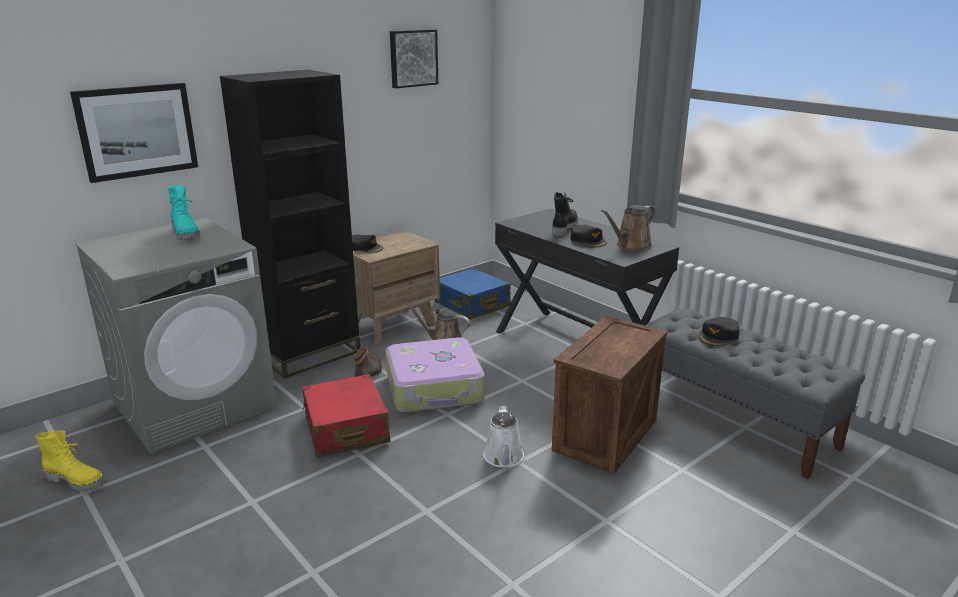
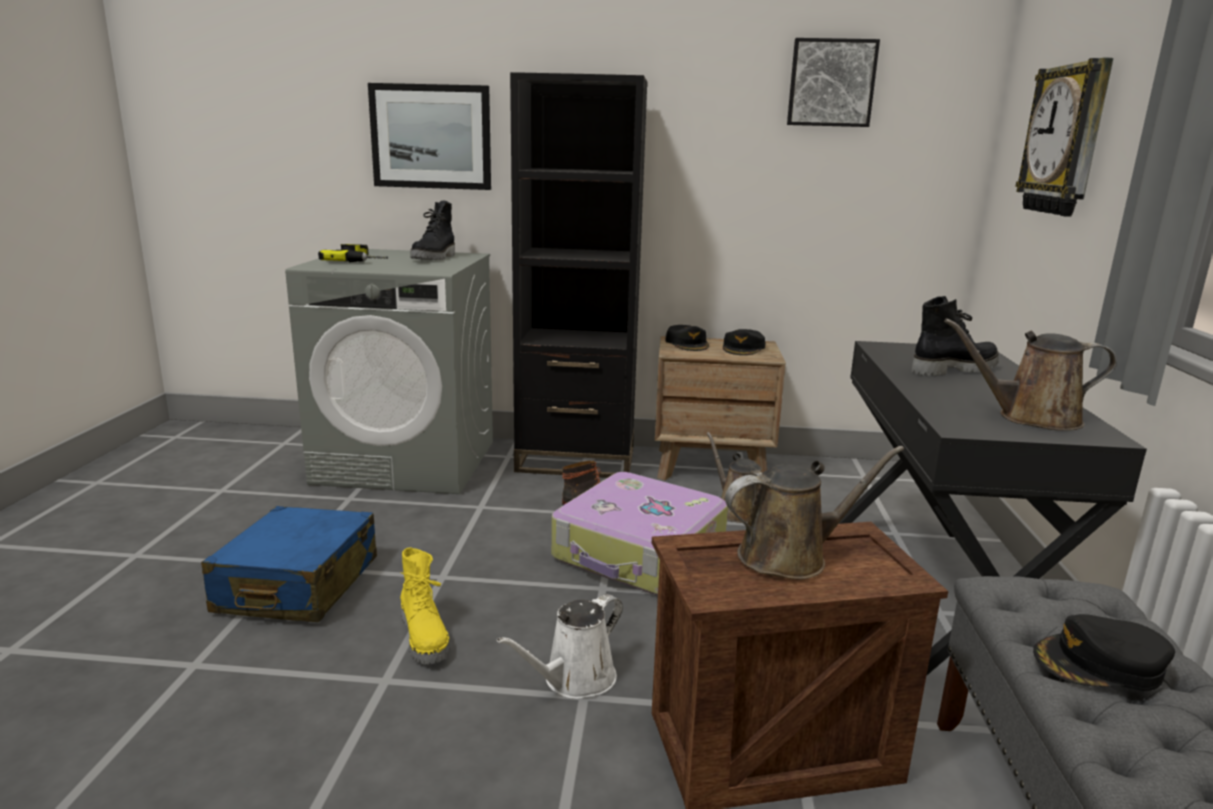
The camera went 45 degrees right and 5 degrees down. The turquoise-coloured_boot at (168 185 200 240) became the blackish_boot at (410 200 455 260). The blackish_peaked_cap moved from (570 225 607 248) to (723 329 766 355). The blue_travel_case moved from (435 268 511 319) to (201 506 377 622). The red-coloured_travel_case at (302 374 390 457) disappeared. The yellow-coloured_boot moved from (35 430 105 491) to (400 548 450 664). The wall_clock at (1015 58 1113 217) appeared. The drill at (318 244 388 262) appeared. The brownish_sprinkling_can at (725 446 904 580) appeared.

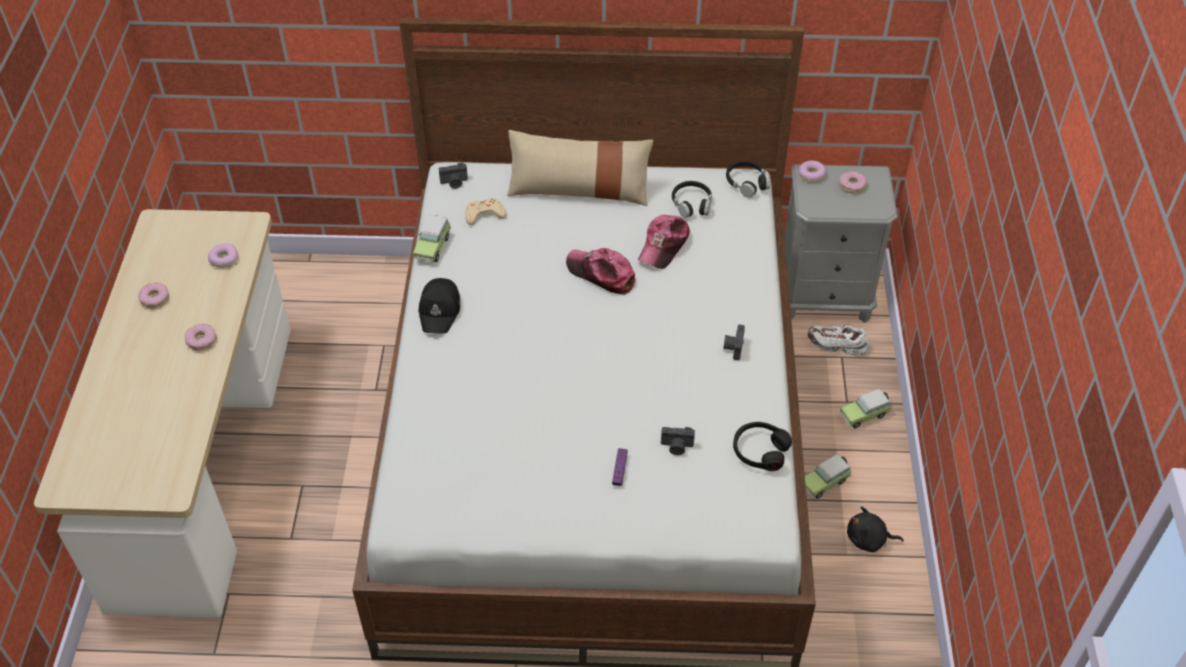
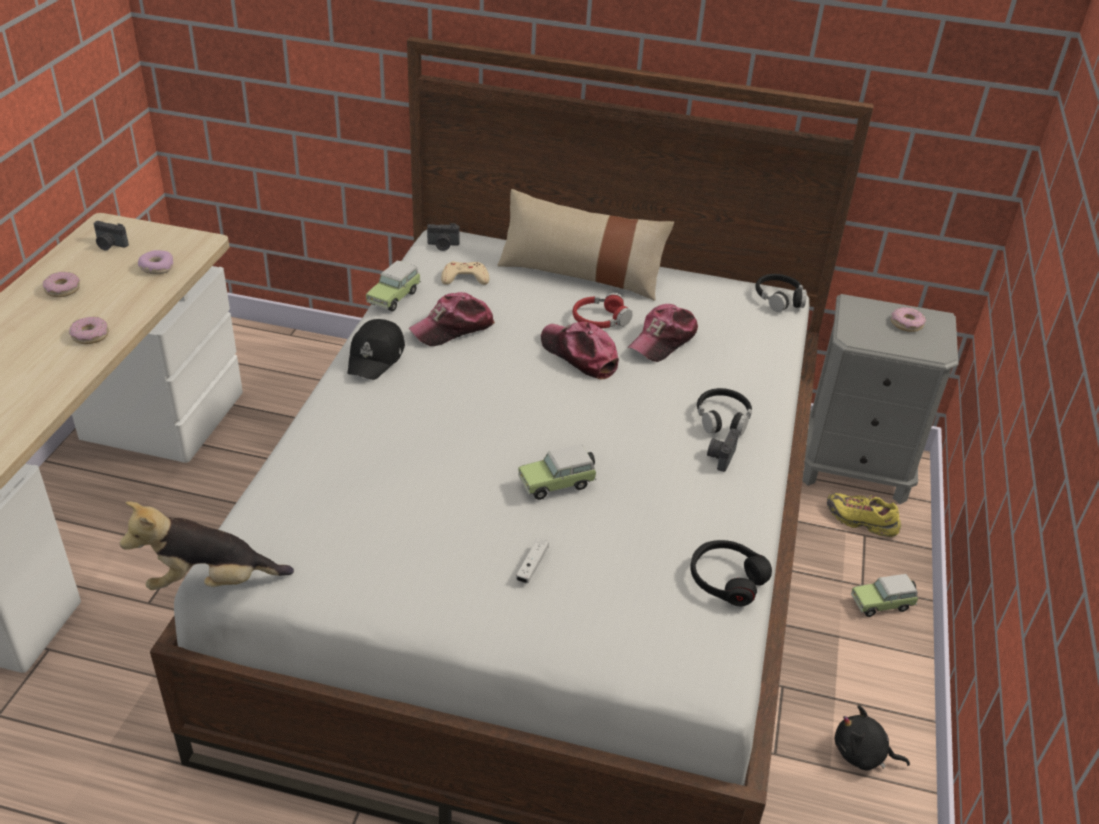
The camera went 10 degrees right and 10 degrees down. The ring_doughnut at (799 161 826 182) disappeared. The blackish_headphones moved from (672 181 712 218) to (697 388 752 436). The white_shoe at (808 325 869 355) became the yellow-coloured_shoe at (827 493 901 537). The photo_camera moved from (661 427 695 455) to (93 221 129 250). The purple-coloured_game_controller at (612 448 628 486) became the white_game_controller at (516 538 549 583). The toy_car moved from (805 454 851 499) to (518 444 596 500). The peaked_cap at (408 292 495 346) appeared. The red-coloured_headphones at (572 293 633 329) appeared. The plush_toy at (120 501 294 590) appeared.

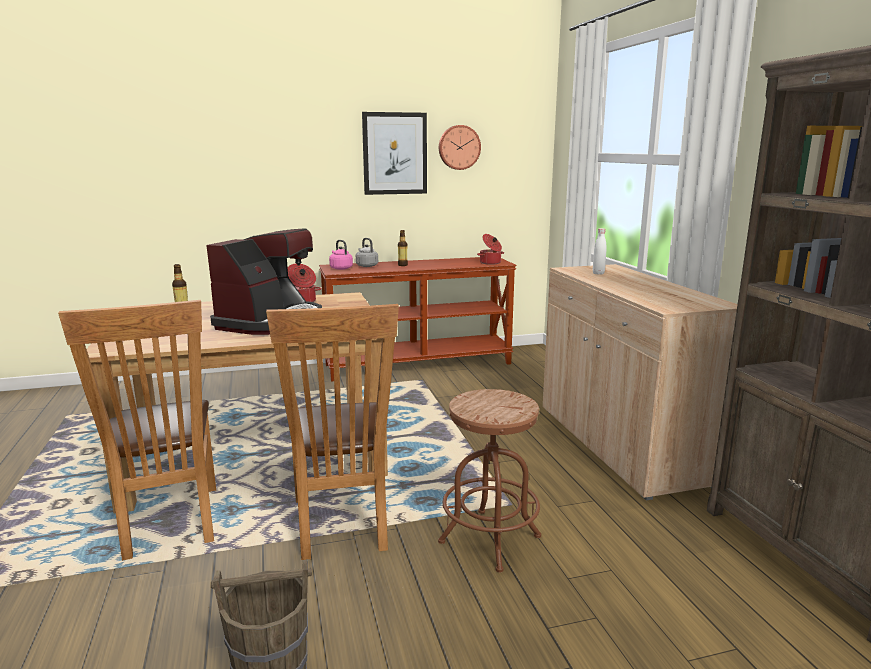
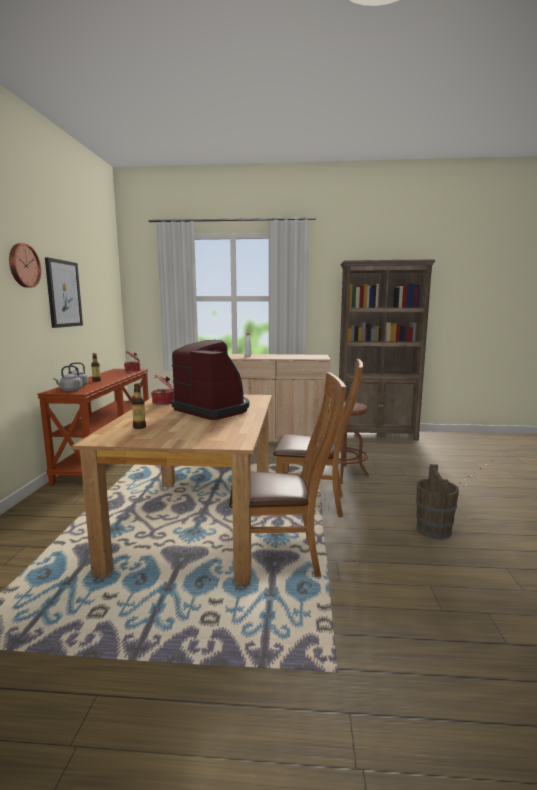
The camera went 70 degrees left and 5 degrees down. The wall_clock moved from (439 125 481 170) to (9 243 41 288). The pink-coloured_kettle at (329 240 353 270) became the greyish_kettle at (53 366 82 391).

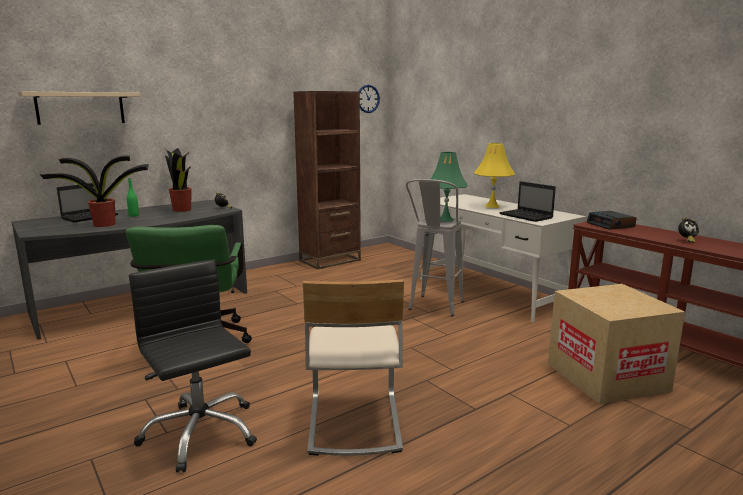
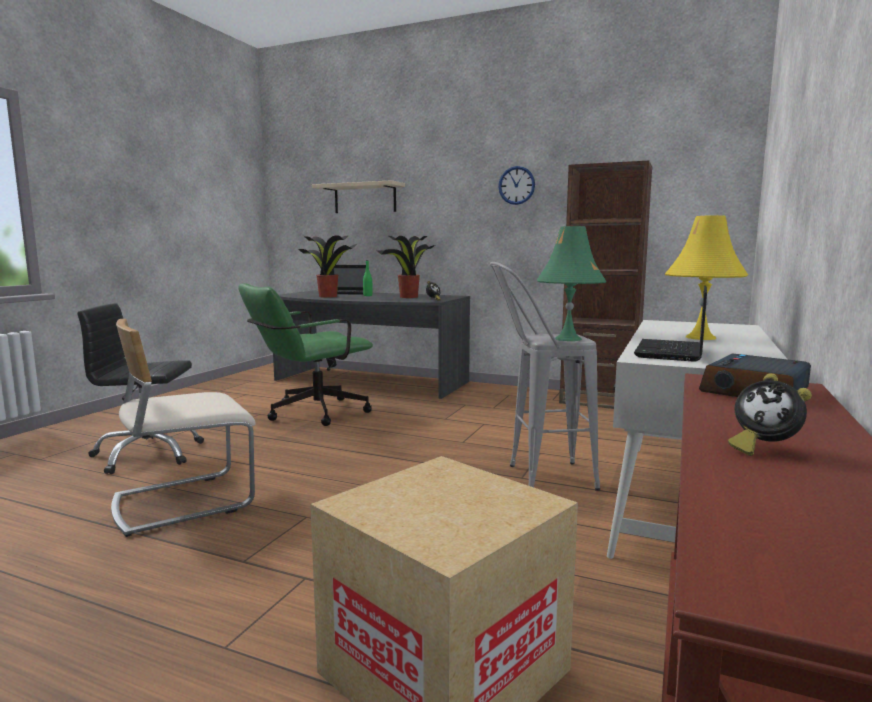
The camera went 60 degrees right and 5 degrees down. The wall_clock moved from (359 85 380 113) to (498 166 535 205). The blackish_desk_chair at (129 260 257 472) turned 120 degrees counterclockwise.

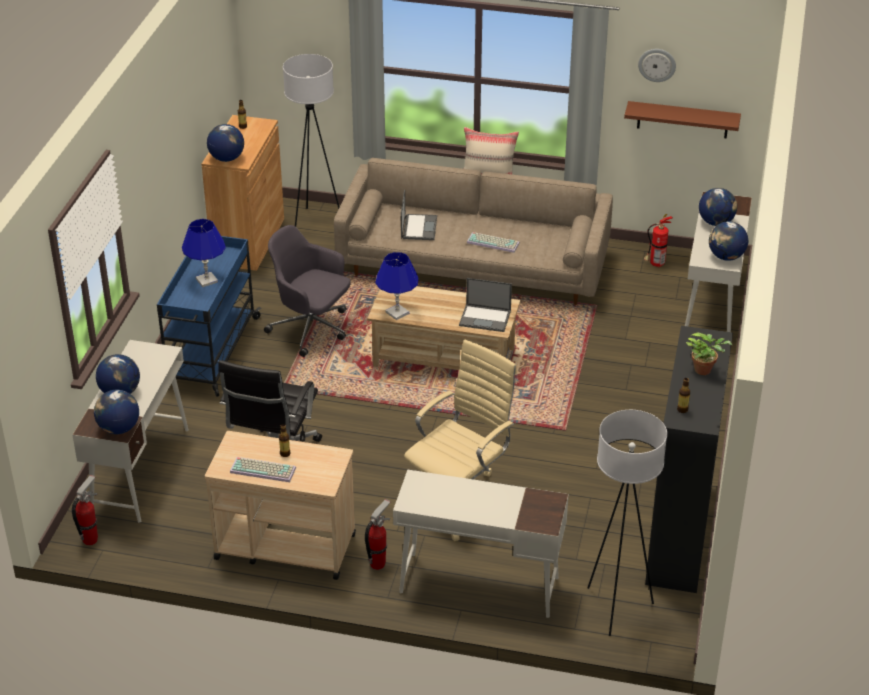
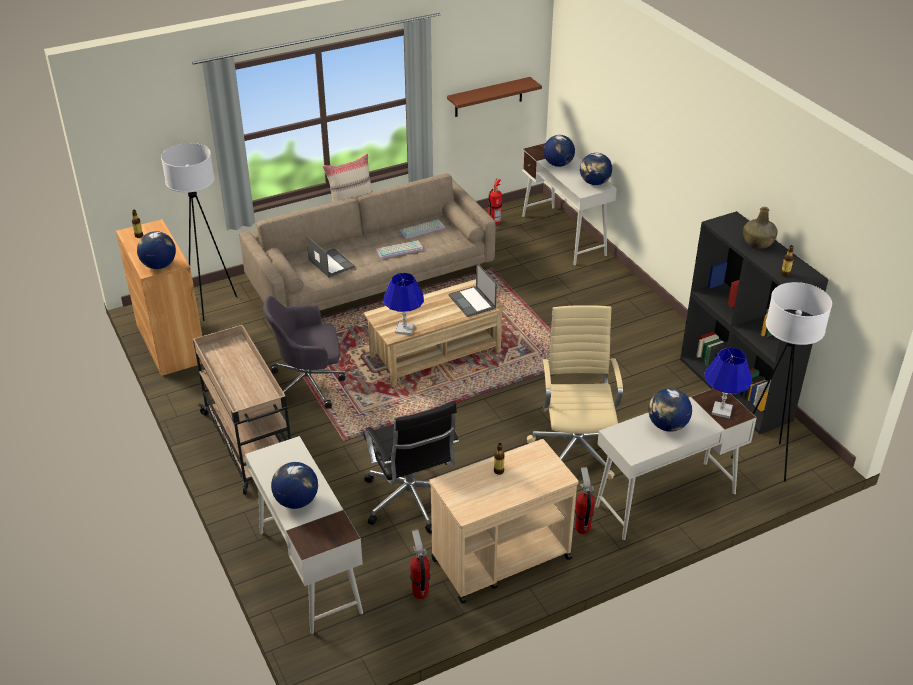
The camera went 40 degrees left and 0 degrees up. The wall_clock at (638 49 676 82) disappeared. The blue_tabletop_lamp moved from (182 219 226 287) to (704 348 752 419). The blue_trolley at (157 236 262 397) became the beige_trolley at (193 325 291 495). The portable_computer at (459 278 512 332) turned 90 degrees clockwise. The potted_plant at (686 332 732 375) was replaced by the green_bottle at (743 207 778 249). The desk_globe moved from (94 390 139 434) to (648 388 692 432). The keyboard moved from (230 457 296 482) to (399 219 445 239). The fire_extinguisher moved from (72 475 98 545) to (410 529 430 599).

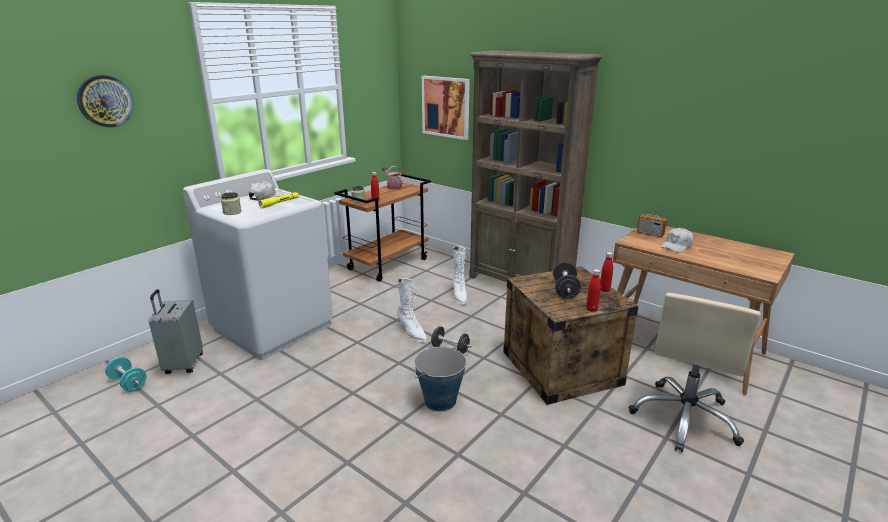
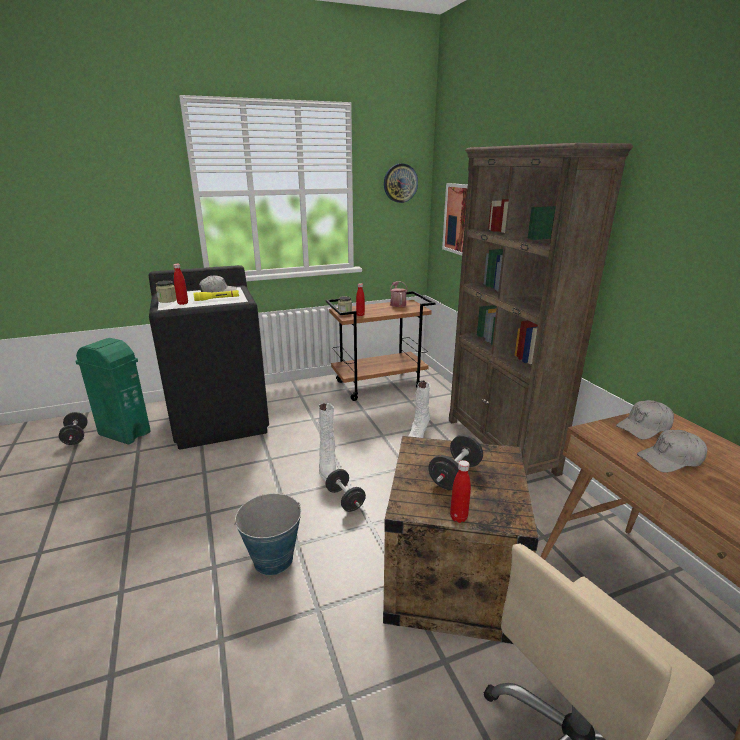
The camera went 30 degrees right and 0 degrees up. The wall_clock moved from (77 75 134 128) to (384 164 418 203). The white_washing_machine at (183 169 333 360) became the blackish_washing_machine at (149 265 269 450). The radio at (637 201 667 237) was replaced by the white_peaked_cap at (616 400 674 440). The red-coloured_bottle moved from (600 252 613 292) to (173 264 188 305). The greyish_travel_case at (149 289 203 374) was replaced by the green_waste_bin at (75 338 151 444). The turquoise-coloured_dumbbell at (105 357 146 392) became the blackish_dumbbell at (59 412 88 445).

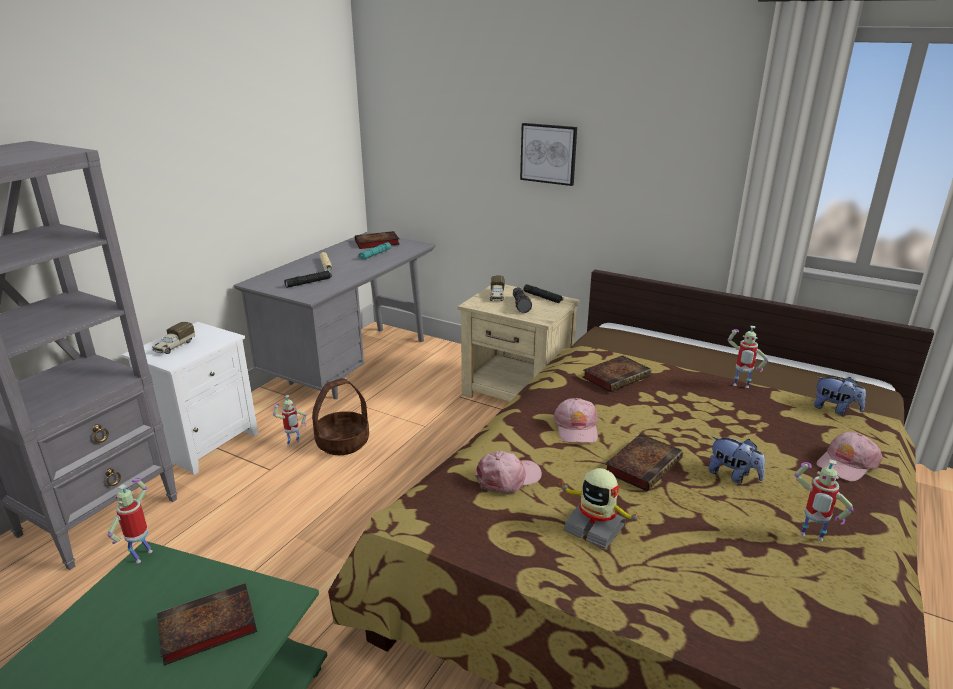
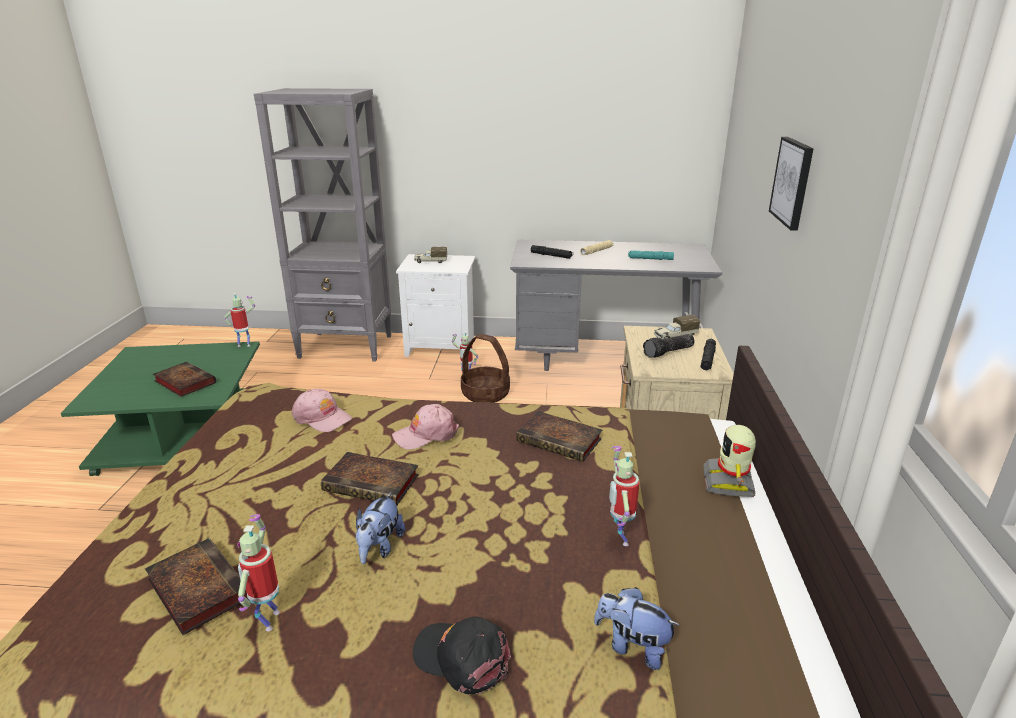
The camera went 65 degrees right and 0 degrees up. The volume moved from (355 231 400 249) to (145 538 249 635). The plush_toy at (814 377 866 415) turned 105 degrees clockwise. The pink-coloured_peaked_cap at (817 432 883 481) became the blackish_peaked_cap at (413 616 512 695). The model_robot moved from (559 468 642 549) to (703 425 756 497).

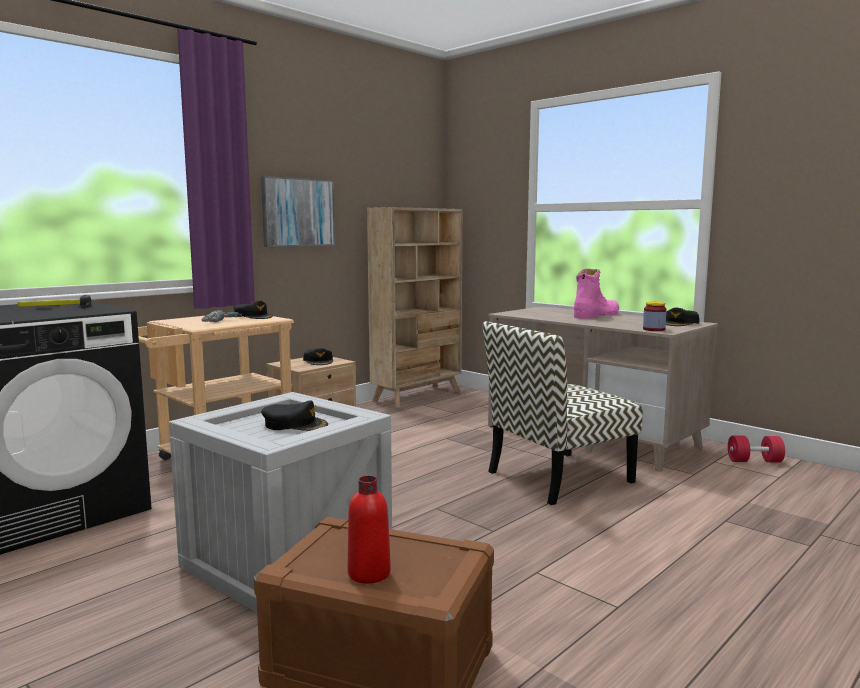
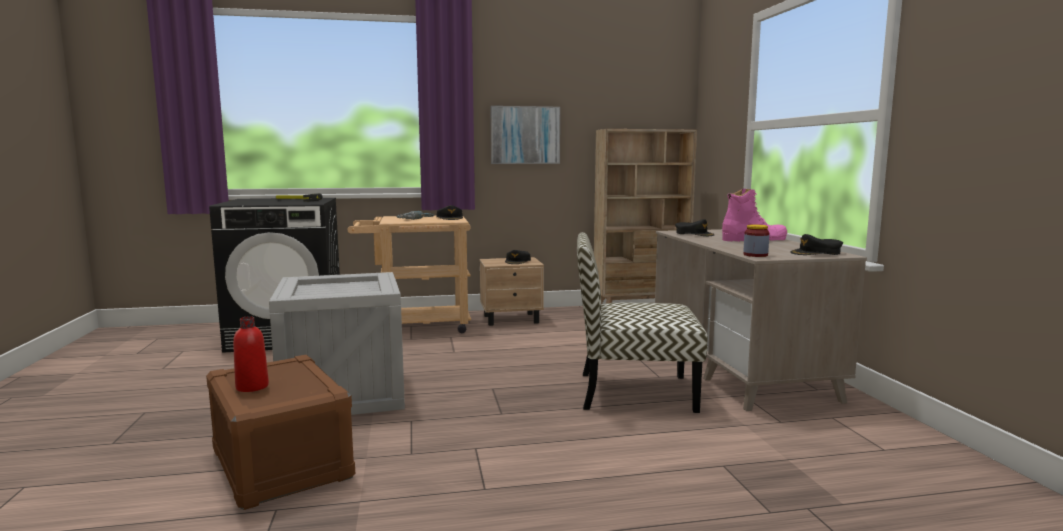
The camera went 35 degrees right and 0 degrees up. The blackish_peaked_cap moved from (261 400 328 431) to (675 219 714 236). The red-coloured_dumbbell at (728 435 785 462) disappeared.

